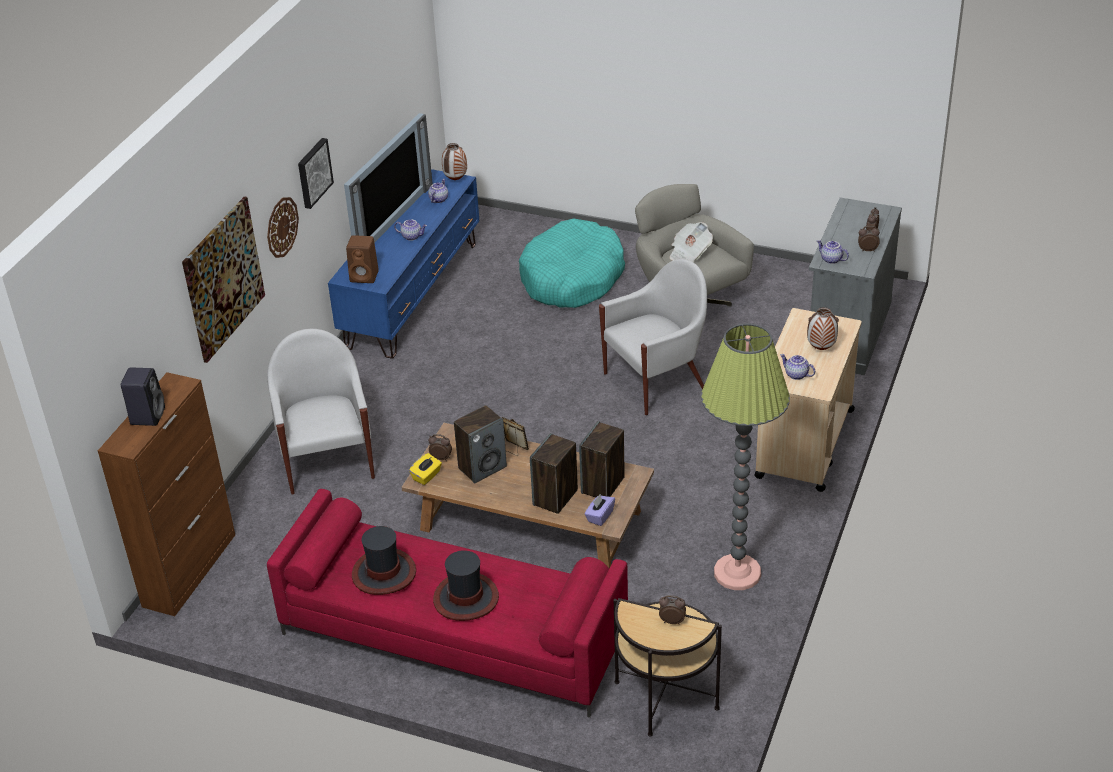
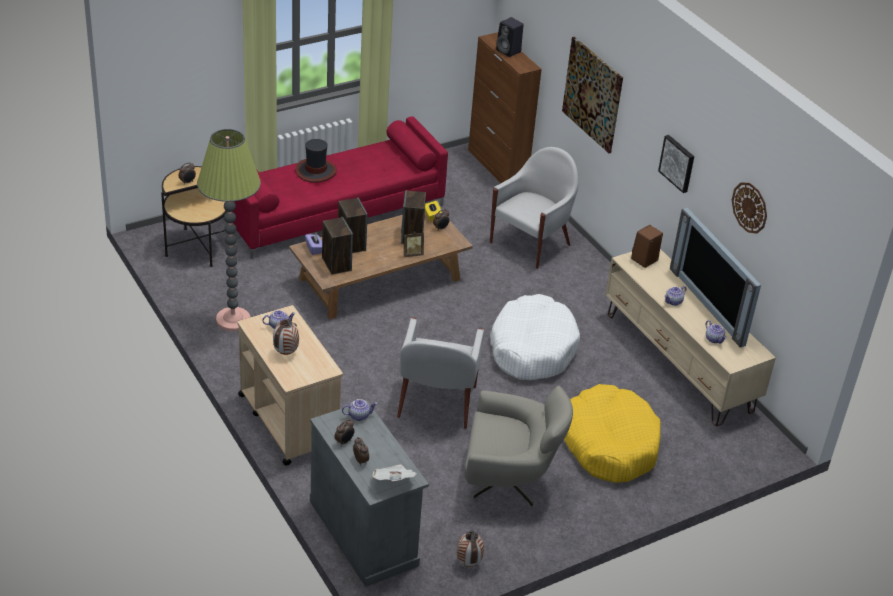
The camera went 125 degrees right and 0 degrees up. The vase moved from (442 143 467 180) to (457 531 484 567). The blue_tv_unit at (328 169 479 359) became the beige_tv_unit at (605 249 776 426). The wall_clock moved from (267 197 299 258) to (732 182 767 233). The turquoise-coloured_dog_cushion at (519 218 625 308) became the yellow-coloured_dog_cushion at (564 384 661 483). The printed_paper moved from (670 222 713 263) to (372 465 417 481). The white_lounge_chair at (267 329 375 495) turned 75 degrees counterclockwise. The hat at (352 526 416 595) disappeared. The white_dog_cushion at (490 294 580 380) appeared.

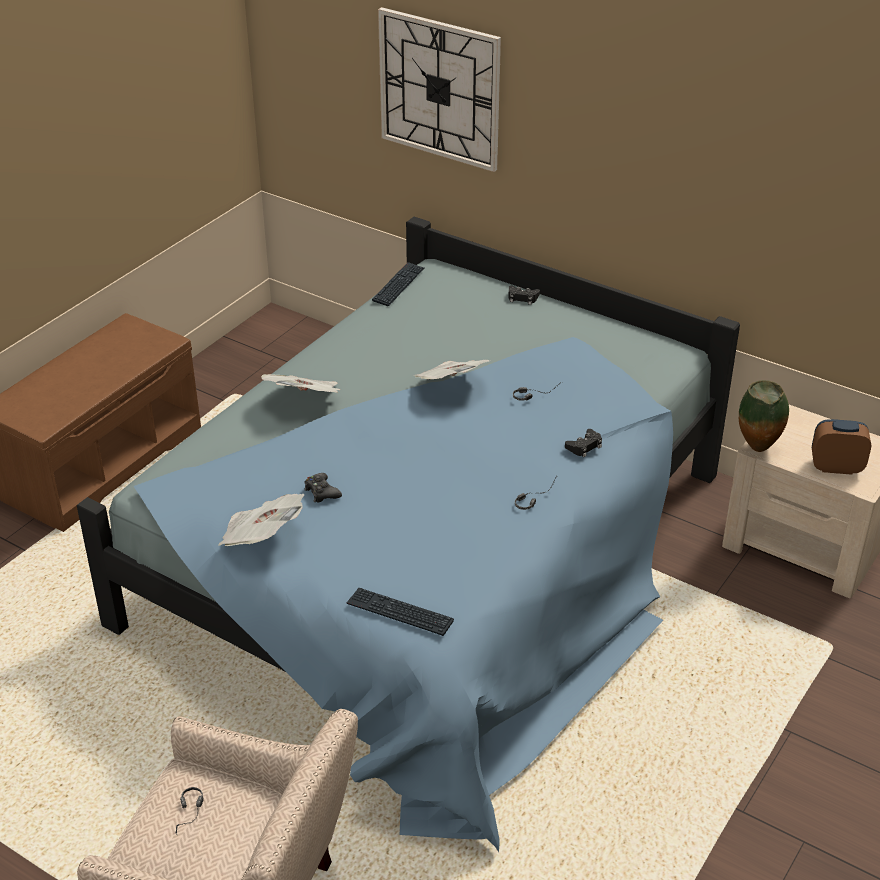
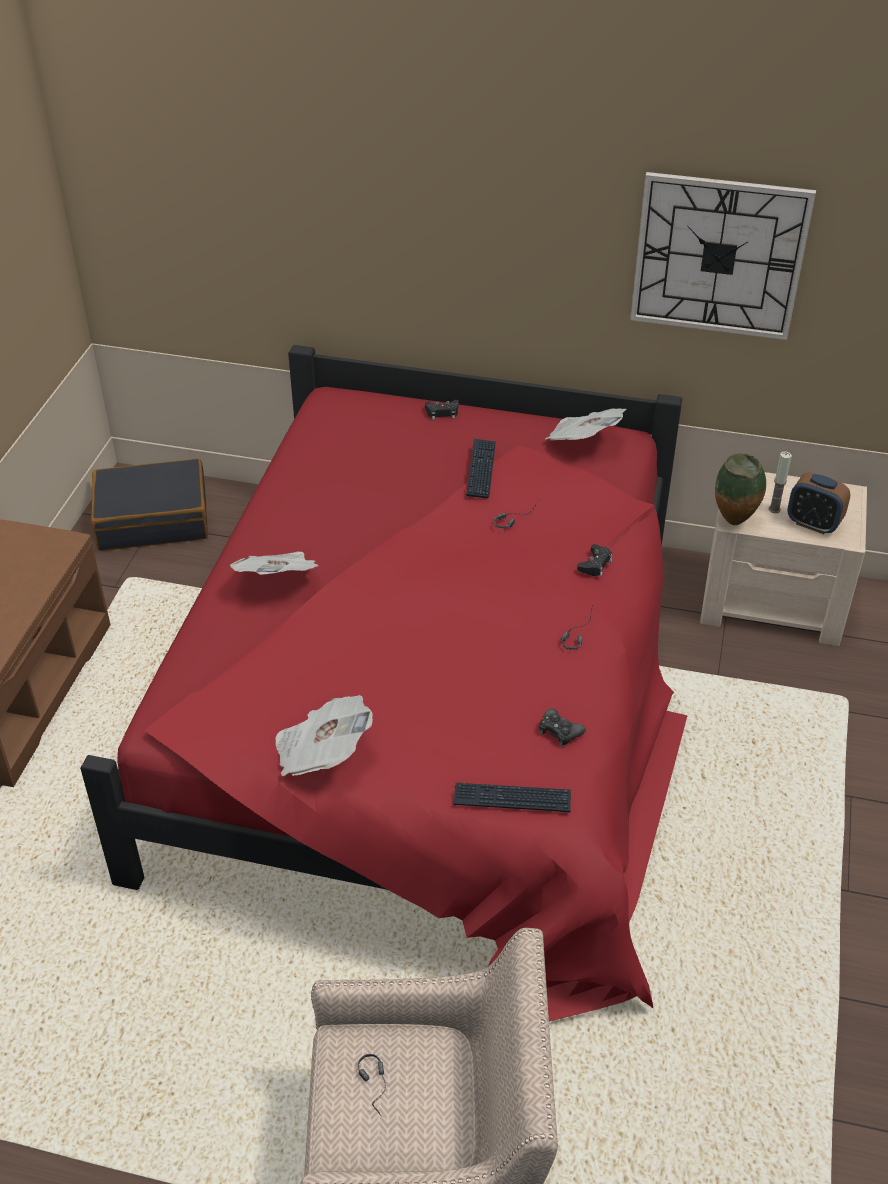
The camera went 20 degrees left and 5 degrees up. The wall_clock moved from (378 7 501 172) to (630 172 816 340). The blue_sleeping_bed at (77 217 740 852) became the red-coloured_sleeping_bed at (80 345 688 1022). The keyboard moved from (372 262 424 306) to (466 439 496 498). The printed_paper moved from (413 360 489 379) to (545 408 627 440). The alarm_clock at (812 419 871 475) turned 135 degrees counterclockwise. The blackish_game_controller moved from (304 473 342 503) to (539 708 586 746). The wax_light at (769 451 792 513) appeared. The blackish_travel_case at (91 458 208 551) appeared.

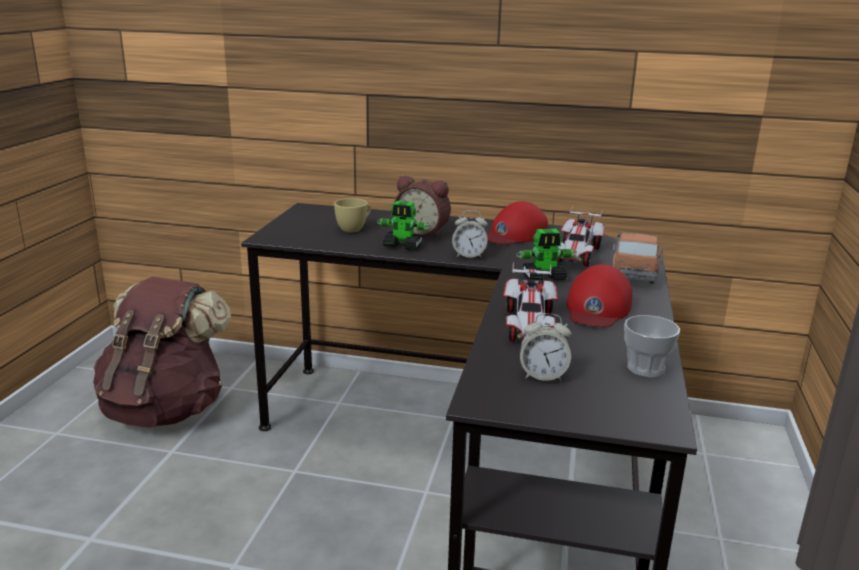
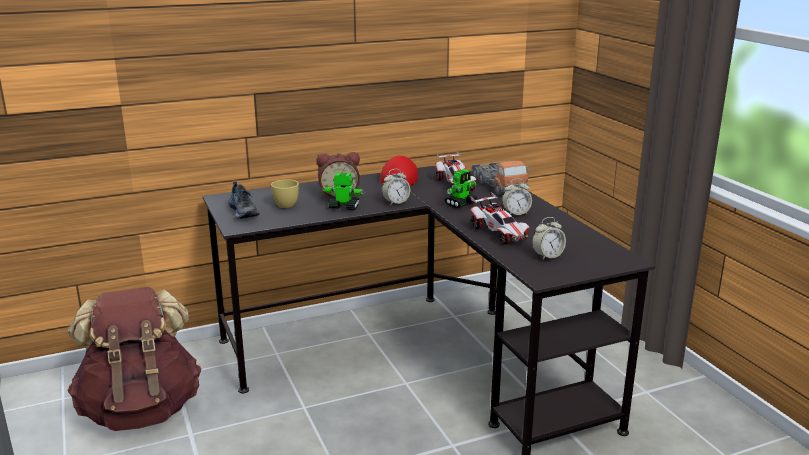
The camera went 35 degrees left and 0 degrees up. The model_robot at (377 201 431 250) turned 150 degrees counterclockwise. The red-coloured_peaked_cap at (567 264 632 327) was replaced by the alarm_clock at (502 179 532 215). The drinking_cup at (624 315 680 377) disappeared. The shoe at (228 182 260 219) appeared.

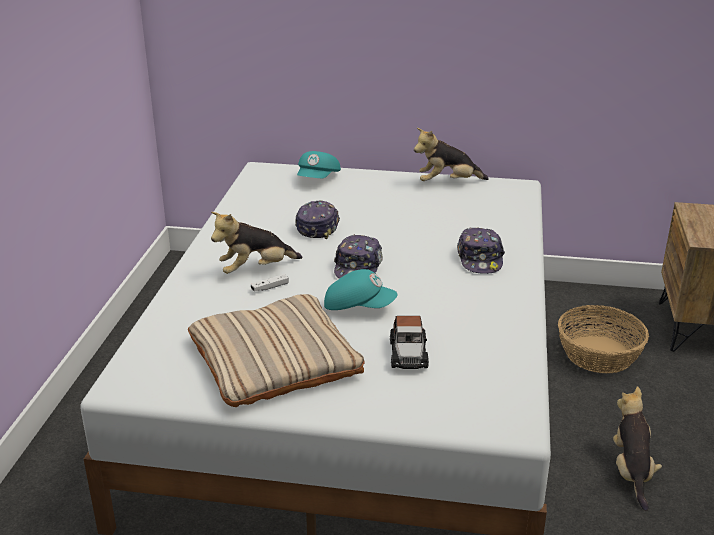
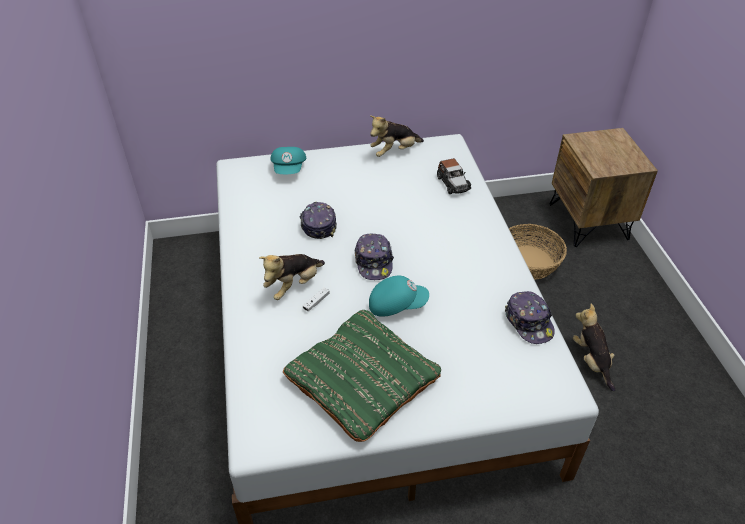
The camera went 20 degrees left and 15 degrees up. The peaked_cap moved from (457 227 505 274) to (505 291 555 344). The beige_pillow at (188 294 365 407) became the green_pillow at (283 310 441 442). The toy_car moved from (390 316 429 369) to (437 158 471 194).

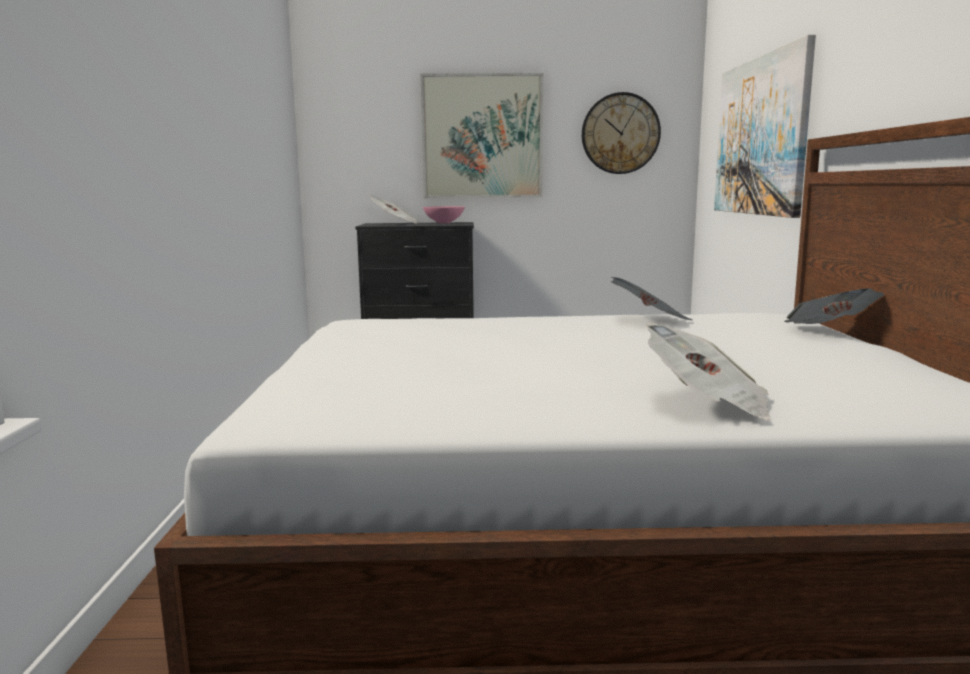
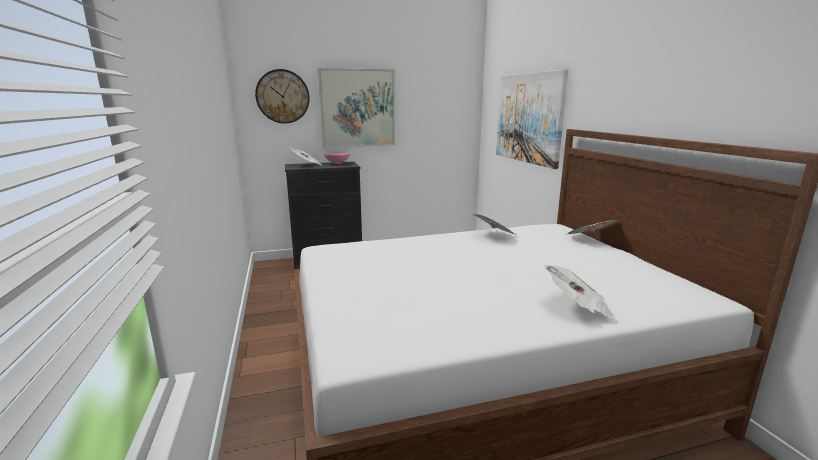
The camera went 15 degrees left and 5 degrees up. The wall_clock moved from (582 92 661 174) to (255 69 310 124).

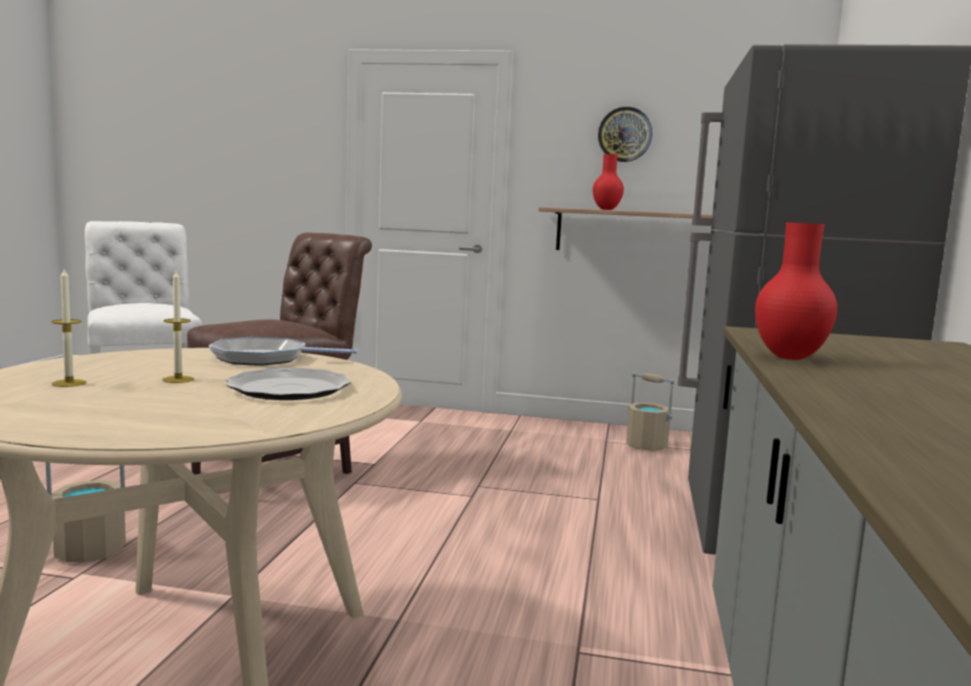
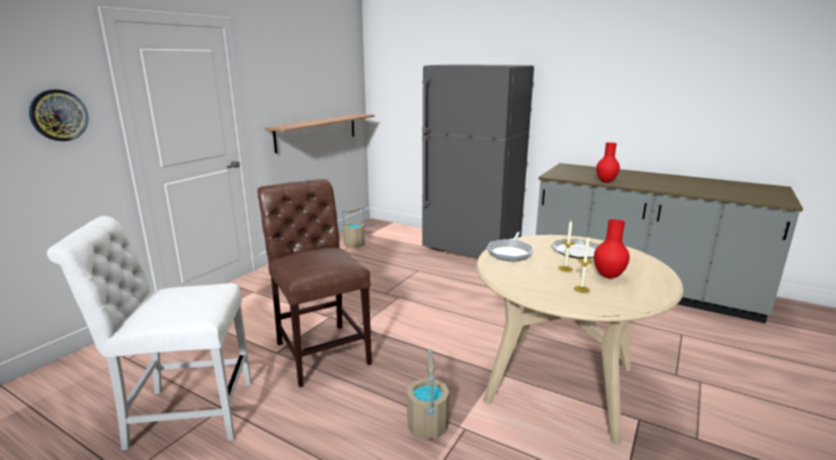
The camera went 70 degrees left and 10 degrees up. The wall_clock moved from (598 107 652 162) to (29 89 89 141). The red-coloured_vase moved from (593 154 624 210) to (594 219 630 278).

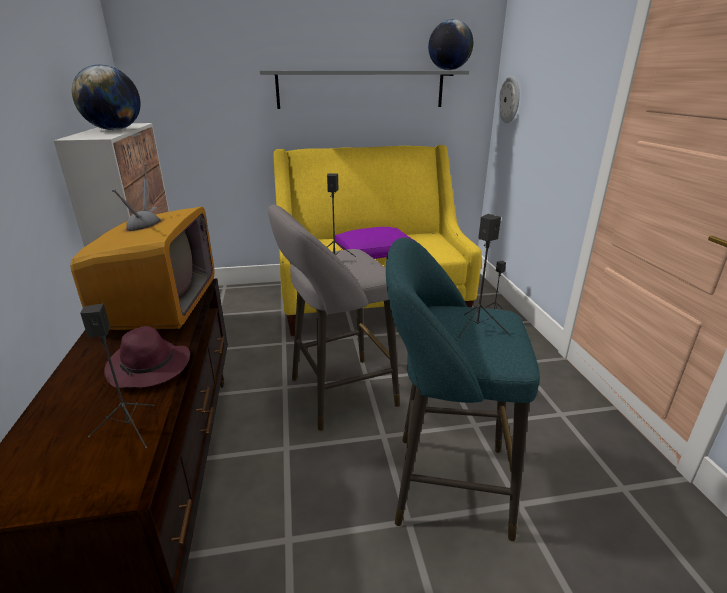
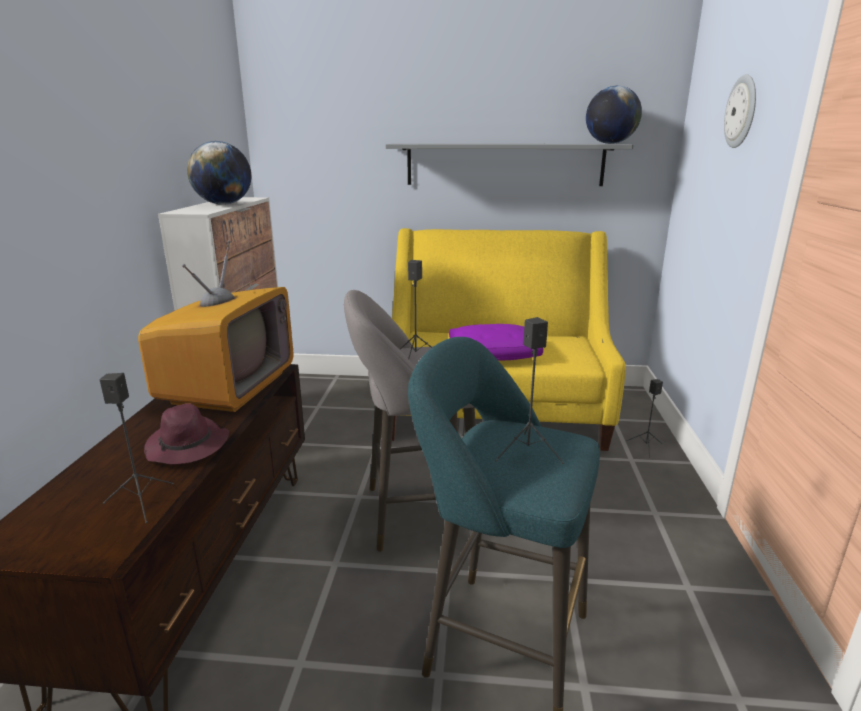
The camera went 15 degrees right and 5 degrees down. The wall_clock moved from (499 76 520 123) to (724 74 756 148).

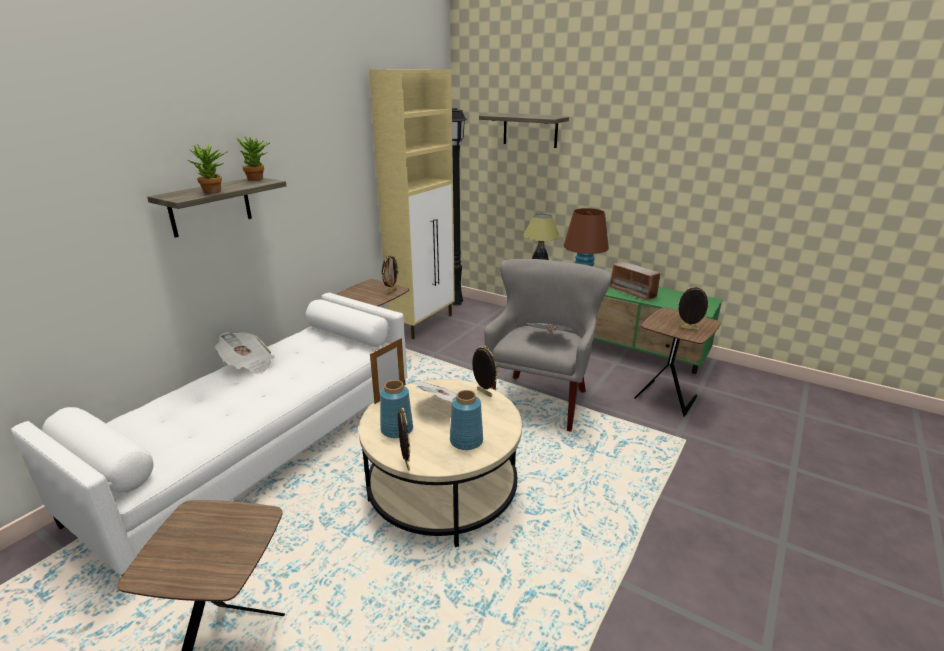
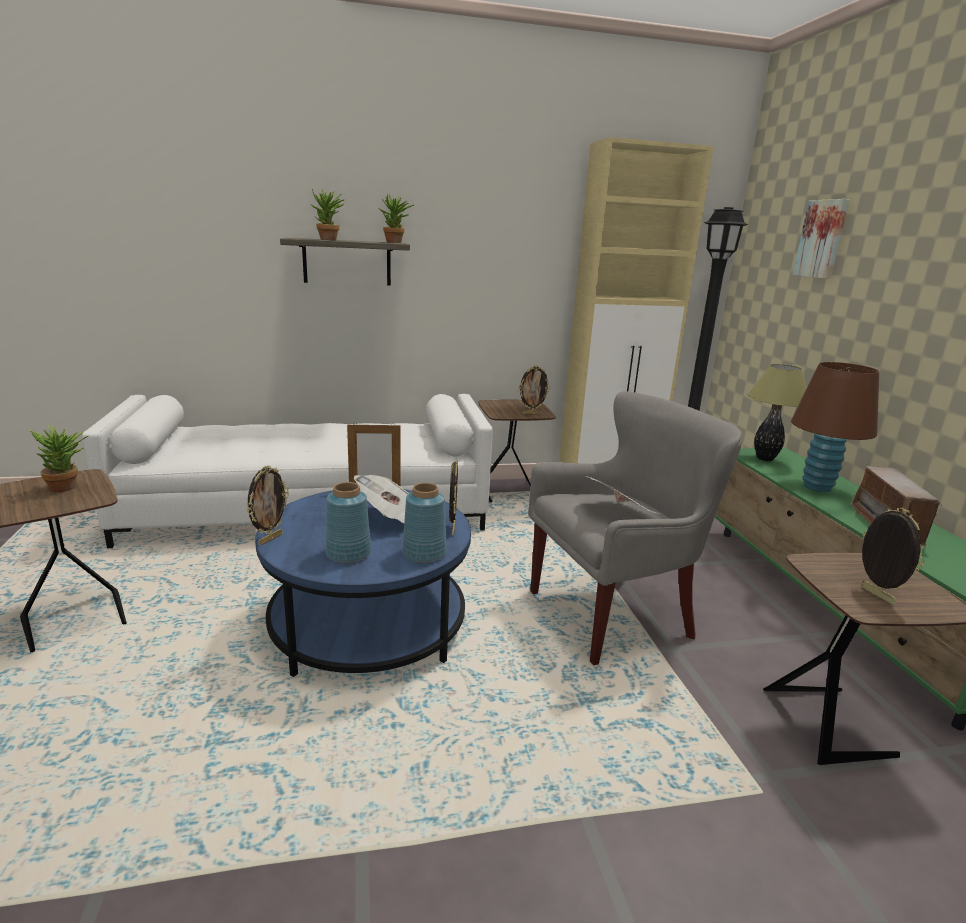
The camera went 45 degrees right and 5 degrees down. The bracket_shelf at (479 114 569 148) was replaced by the picture at (793 199 850 279). The printed_paper at (215 332 275 374) disappeared. The beige_lounge_table at (359 379 522 547) became the blue_lounge_table at (255 489 471 677). The blue_vase moved from (380 380 413 438) to (402 483 447 563). The potted_plant at (29 425 88 492) appeared.

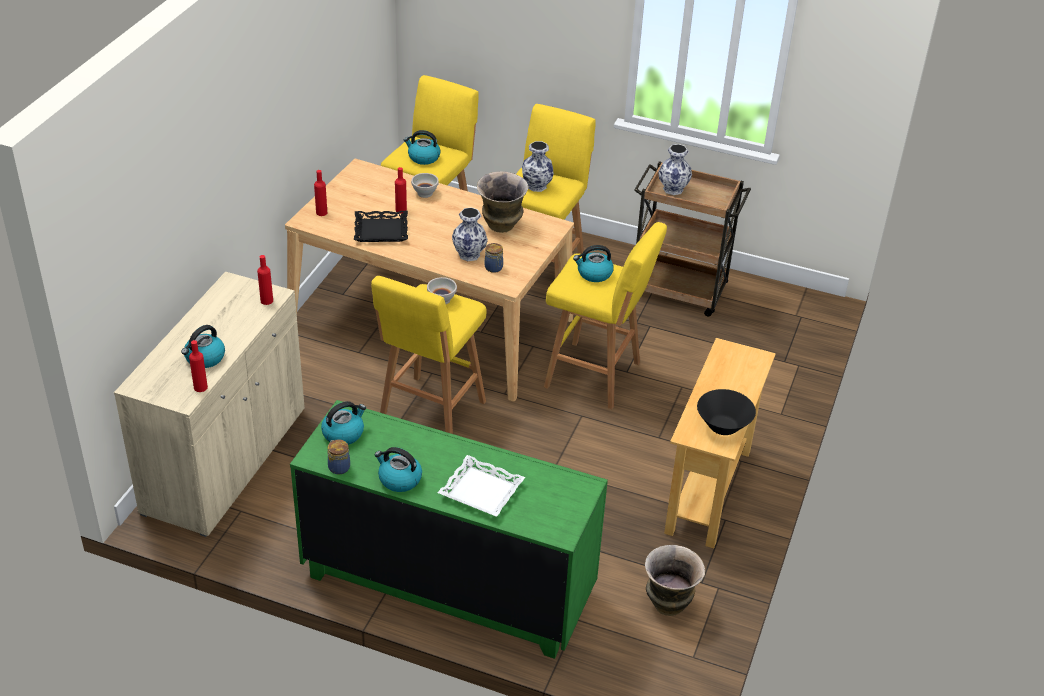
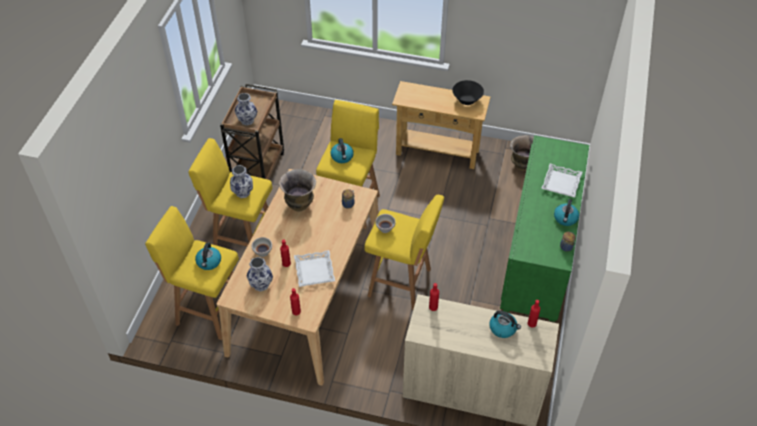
The camera went 95 degrees left and 10 degrees up. The vase moved from (452 207 488 261) to (247 257 273 292). The blackish_carrying_tray at (354 211 408 242) became the white_carrying_tray at (294 250 335 287). The kettle at (321 401 366 445) disappeared.

